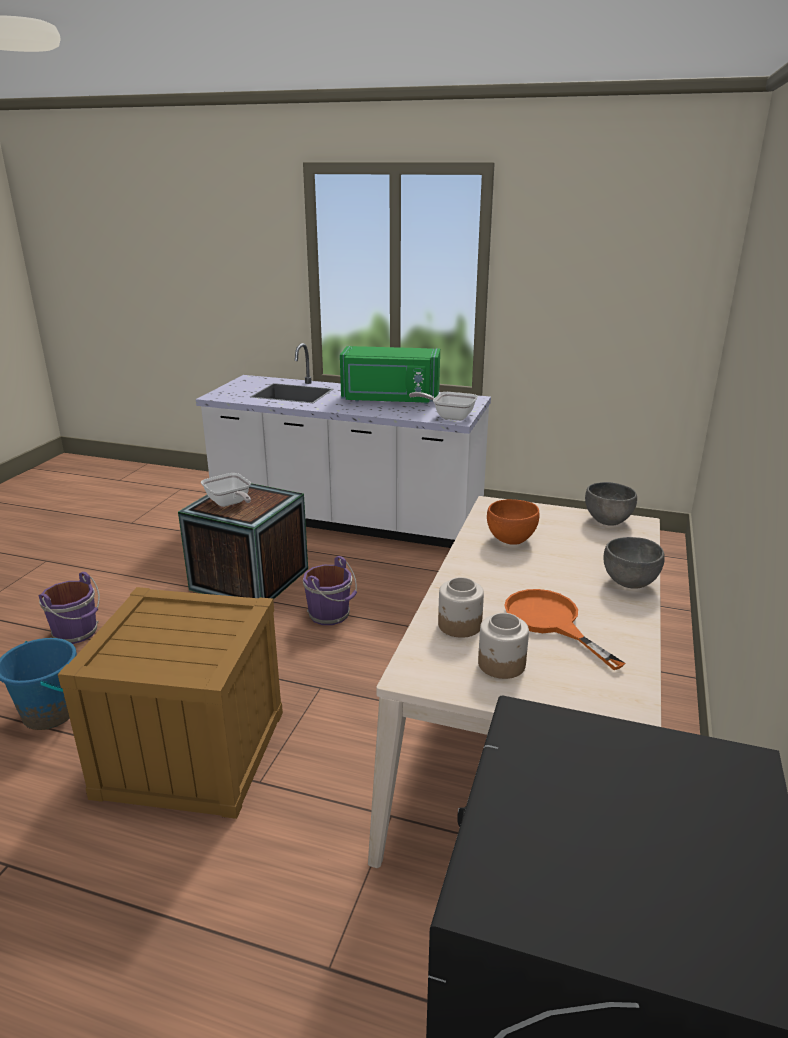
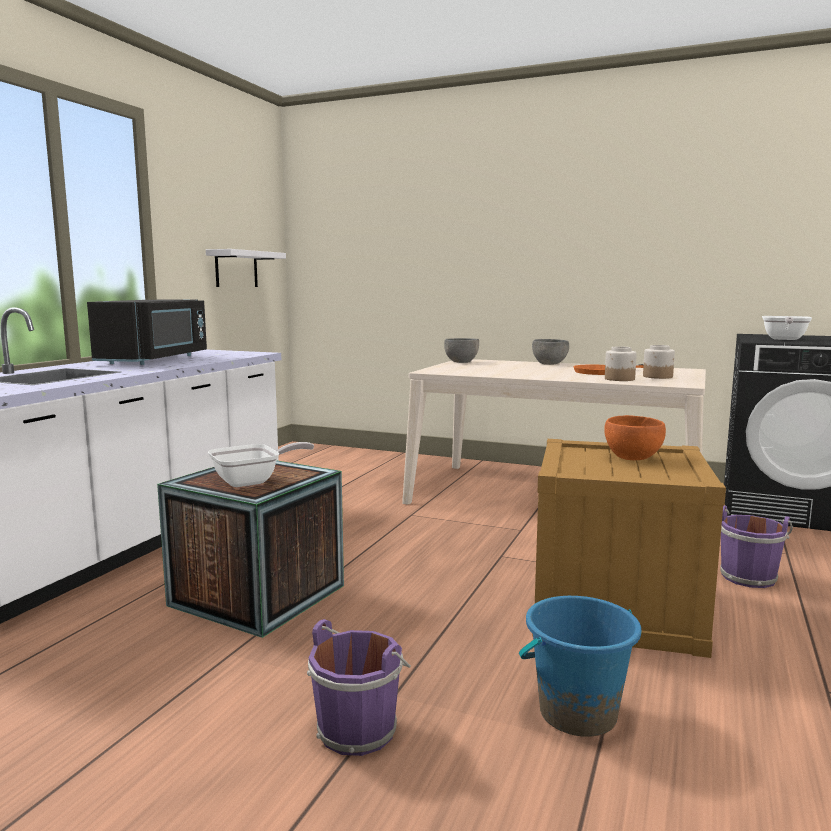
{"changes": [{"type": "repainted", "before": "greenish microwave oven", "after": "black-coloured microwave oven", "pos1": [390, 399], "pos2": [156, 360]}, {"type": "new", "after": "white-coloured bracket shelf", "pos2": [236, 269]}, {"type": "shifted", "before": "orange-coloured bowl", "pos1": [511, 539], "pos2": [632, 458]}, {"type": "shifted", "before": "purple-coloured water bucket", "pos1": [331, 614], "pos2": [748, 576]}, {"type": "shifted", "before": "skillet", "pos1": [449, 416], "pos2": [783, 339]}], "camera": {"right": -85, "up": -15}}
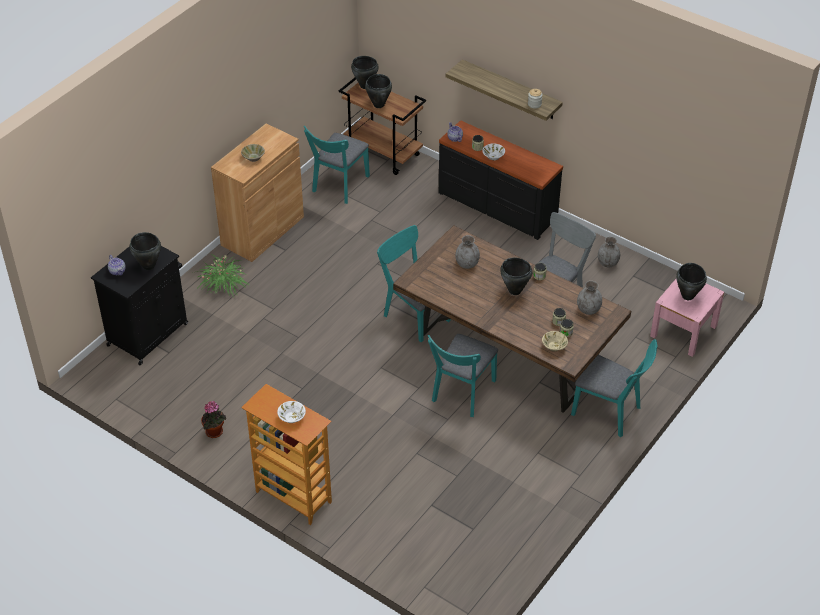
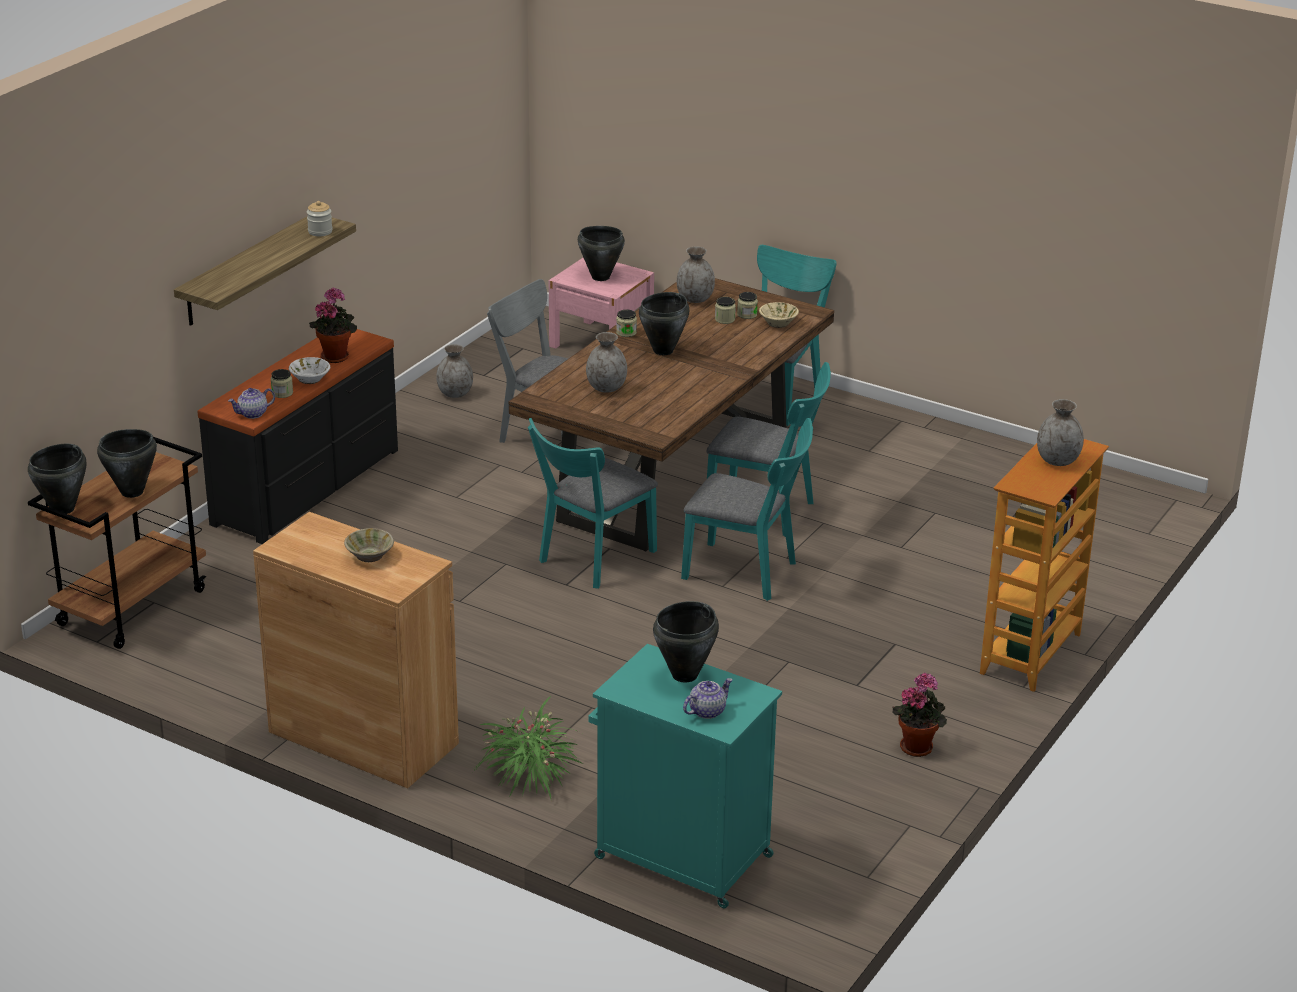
{"changes": [{"type": "new", "after": "potted plant", "pos2": [336, 356]}, {"type": "repainted", "before": "black-coloured storage cabinet", "after": "blue-green storage cabinet", "pos1": [149, 333], "pos2": [680, 856]}, {"type": "shifted", "before": "blue-green plain chair", "pos1": [338, 186], "pos2": [747, 572]}, {"type": "swapped", "before": "white-coloured bowl", "after": "gray vase", "pos1": [292, 417], "pos2": [1058, 460]}], "camera": {"right": -95, "up": -15}}
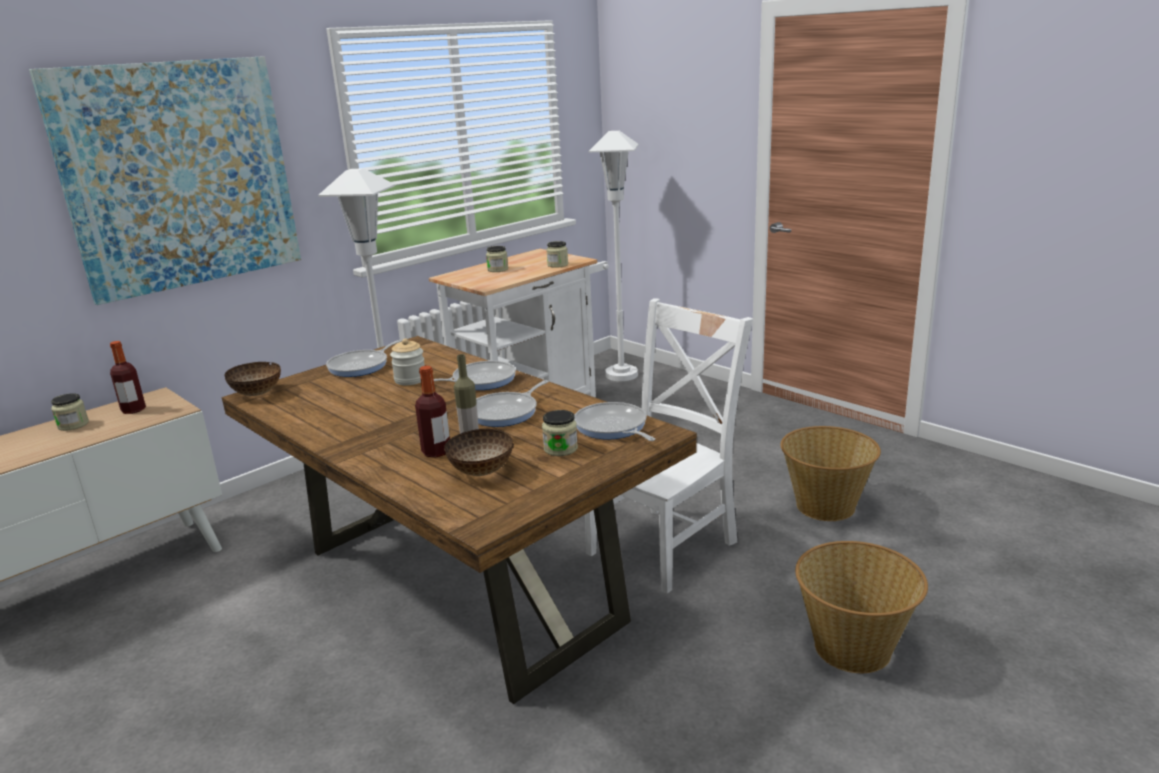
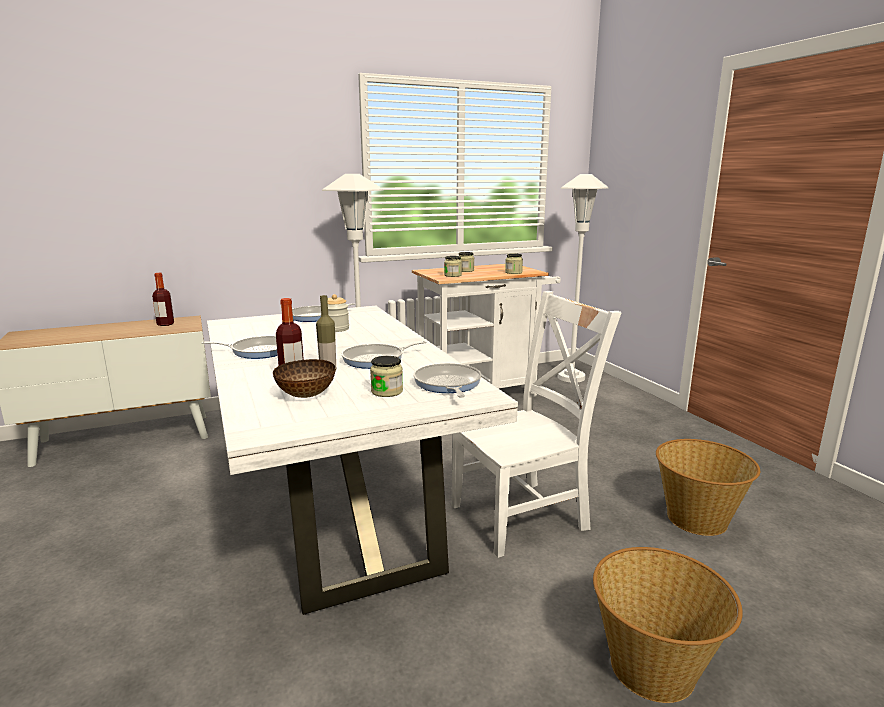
{"changes": [{"type": "shifted", "before": "skillet", "pos1": [480, 380], "pos2": [258, 351]}, {"type": "repainted", "before": "brownish kitchen table", "after": "white-coloured kitchen table", "pos1": [463, 586], "pos2": [339, 505]}, {"type": "shifted", "before": "jar", "pos1": [73, 425], "pos2": [453, 275]}, {"type": "gone", "before": "wall art", "pos1": [180, 176]}, {"type": "gone", "before": "bowl", "pos1": [257, 394]}], "camera": {"right": 20, "up": -5}}
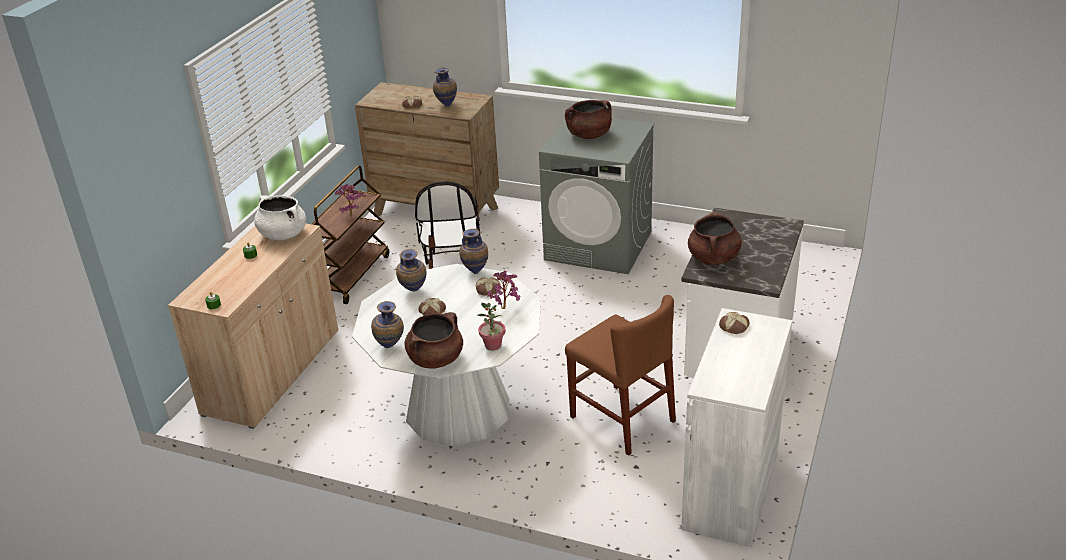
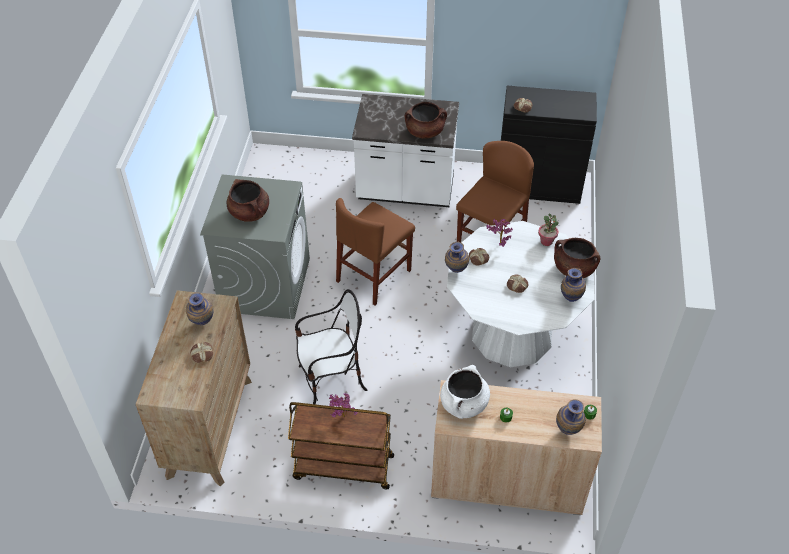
{"changes": [{"type": "new", "after": "brownish plain chair", "pos2": [374, 275]}, {"type": "repainted", "before": "white-coloured storage cabinet", "after": "black-coloured storage cabinet", "pos1": [731, 489], "pos2": [538, 185]}, {"type": "shifted", "before": "vase", "pos1": [413, 292], "pos2": [568, 431]}], "camera": {"right": -105, "up": 15}}
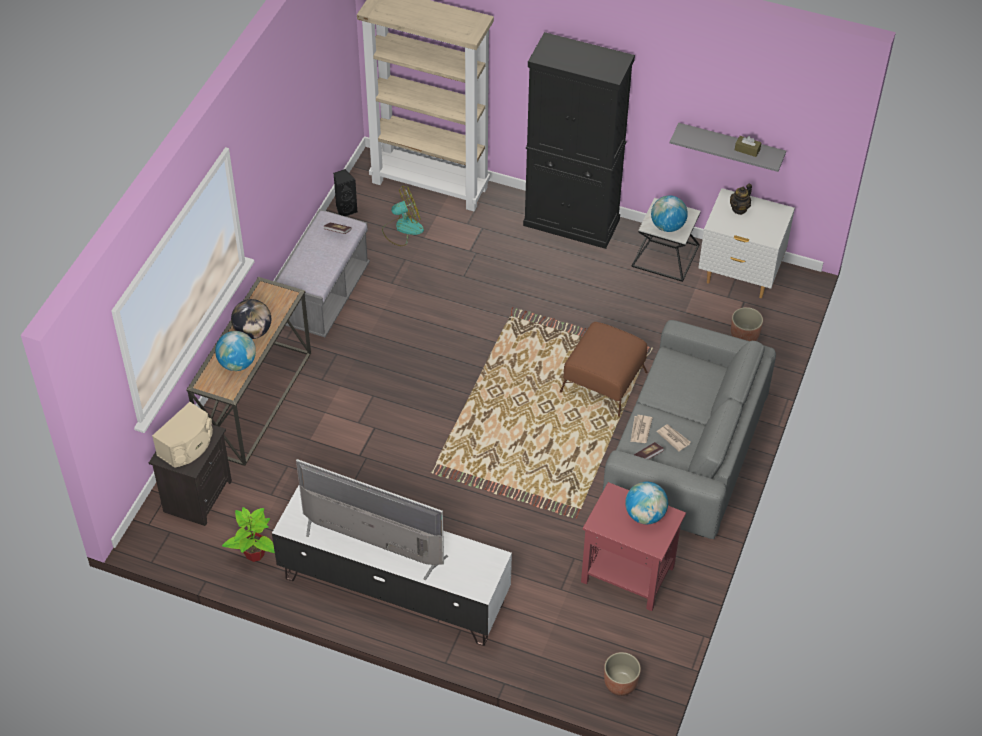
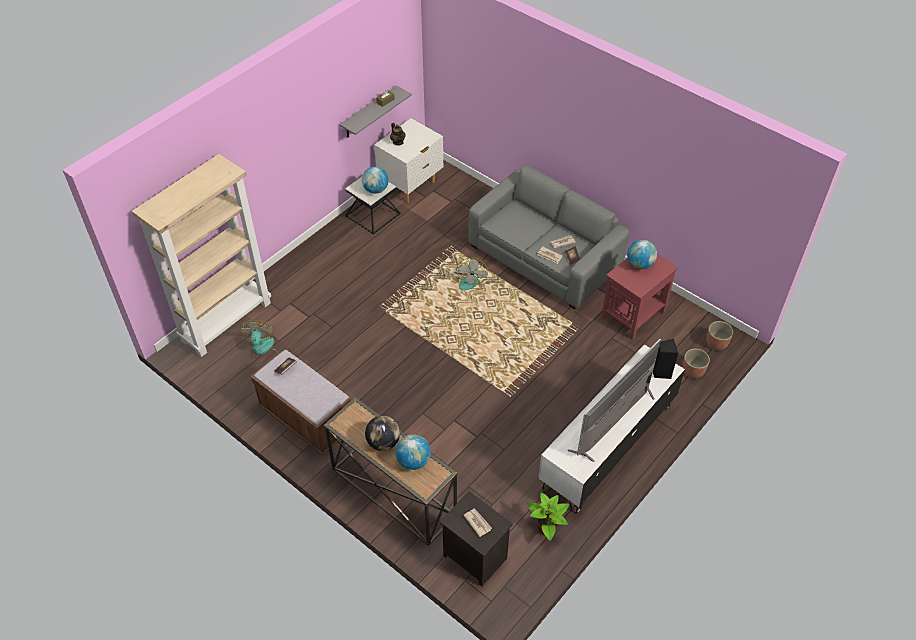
{"changes": [{"type": "repainted", "before": "gray indoor bench", "after": "brownish indoor bench", "pos1": [324, 297], "pos2": [306, 419]}, {"type": "swapped", "before": "brownish footrest", "after": "cooling fan", "pos1": [603, 382], "pos2": [469, 279]}, {"type": "swapped", "before": "beige-coloured speaker", "after": "daily paper", "pos1": [187, 446], "pos2": [477, 522]}, {"type": "shifted", "before": "black-coloured speaker", "pos1": [345, 210], "pos2": [661, 372]}, {"type": "shifted", "before": "plant pot", "pos1": [744, 336], "pos2": [693, 371]}, {"type": "gone", "before": "black-coloured storage cabinet", "pos1": [571, 222]}], "camera": {"right": -70, "up": 0}}
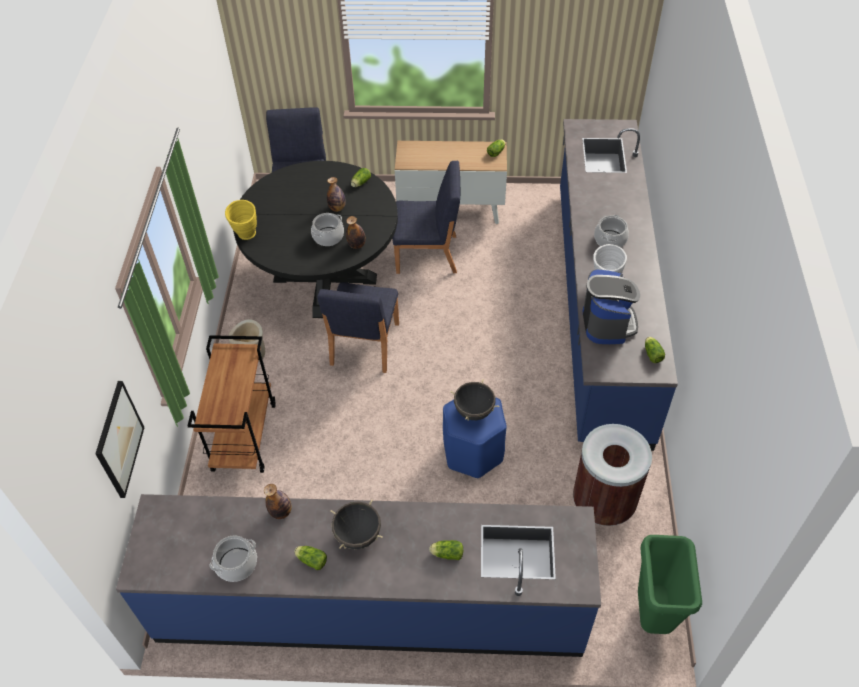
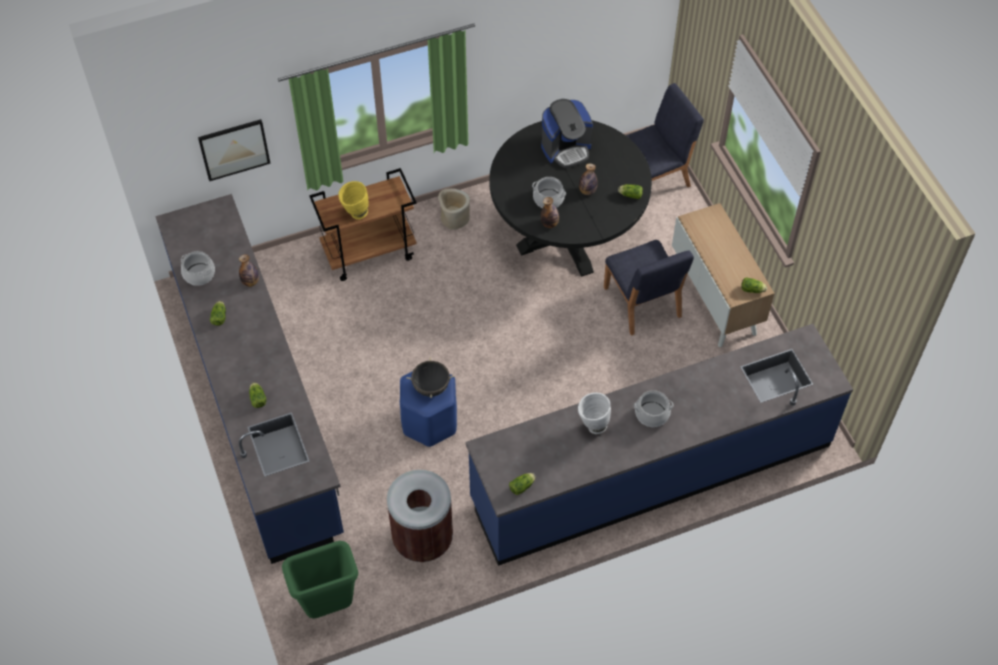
{"changes": [{"type": "shifted", "before": "yellow vase", "pos1": [246, 236], "pos2": [355, 214]}, {"type": "shifted", "before": "coffee maker", "pos1": [607, 323], "pos2": [566, 149]}, {"type": "gone", "before": "blue plain chair", "pos1": [364, 344]}, {"type": "gone", "before": "black-coloured saucepot", "pos1": [358, 535]}], "camera": {"right": 65, "up": 5}}
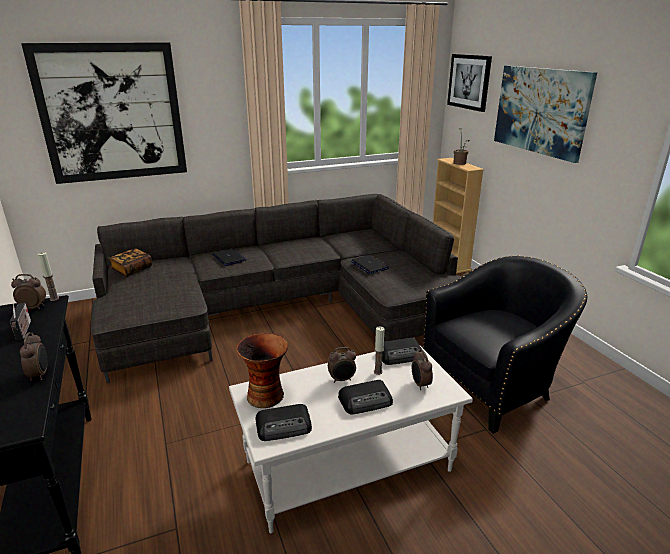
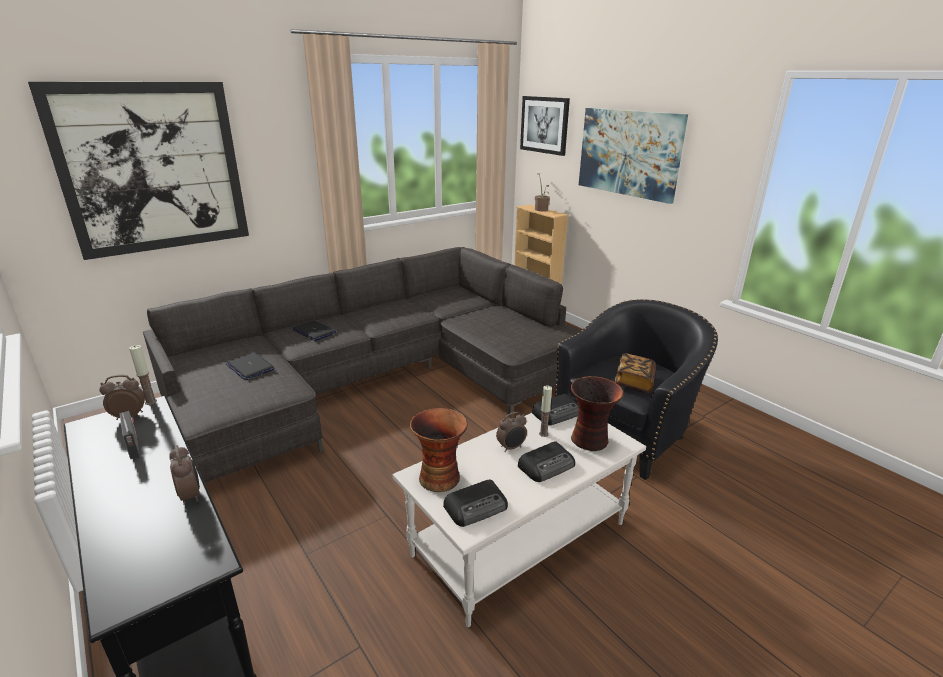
{"changes": [{"type": "shifted", "before": "portable computer", "pos1": [369, 265], "pos2": [250, 367]}, {"type": "swapped", "before": "bedside clock", "after": "vase", "pos1": [420, 384], "pos2": [591, 440]}, {"type": "shifted", "before": "bound book", "pos1": [132, 269], "pos2": [634, 382]}], "camera": {"right": -15, "up": 0}}
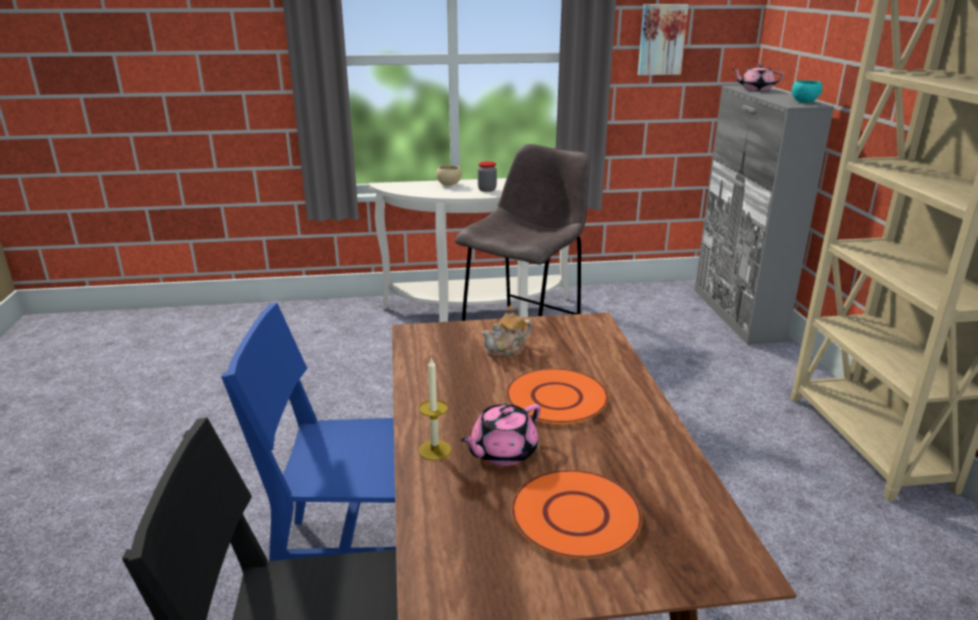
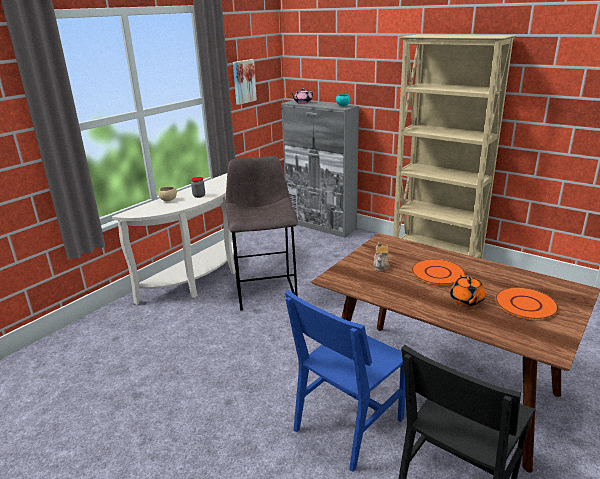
{"changes": [{"type": "repainted", "before": "pink-coloured pot for tea", "after": "orange-coloured pot for tea", "pos1": [502, 452], "pos2": [466, 301]}, {"type": "gone", "before": "wax light", "pos1": [435, 450]}], "camera": {"right": -45, "up": 0}}
